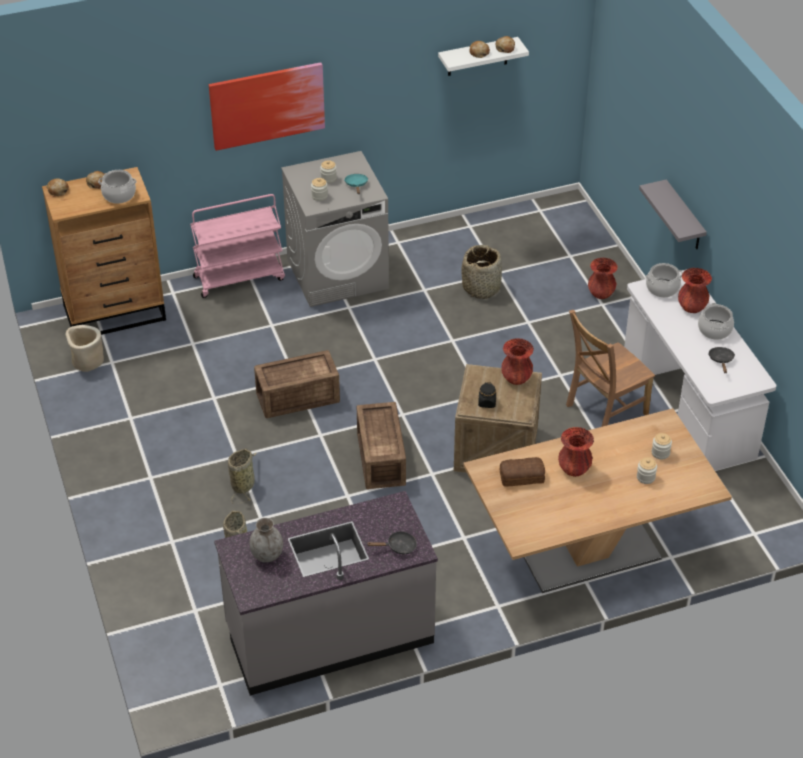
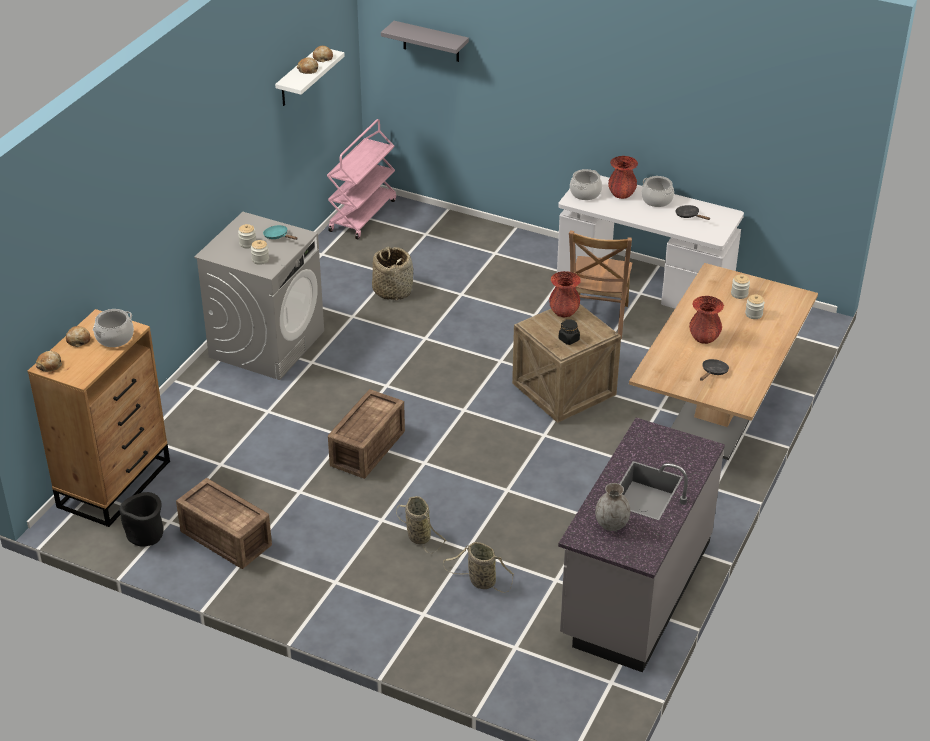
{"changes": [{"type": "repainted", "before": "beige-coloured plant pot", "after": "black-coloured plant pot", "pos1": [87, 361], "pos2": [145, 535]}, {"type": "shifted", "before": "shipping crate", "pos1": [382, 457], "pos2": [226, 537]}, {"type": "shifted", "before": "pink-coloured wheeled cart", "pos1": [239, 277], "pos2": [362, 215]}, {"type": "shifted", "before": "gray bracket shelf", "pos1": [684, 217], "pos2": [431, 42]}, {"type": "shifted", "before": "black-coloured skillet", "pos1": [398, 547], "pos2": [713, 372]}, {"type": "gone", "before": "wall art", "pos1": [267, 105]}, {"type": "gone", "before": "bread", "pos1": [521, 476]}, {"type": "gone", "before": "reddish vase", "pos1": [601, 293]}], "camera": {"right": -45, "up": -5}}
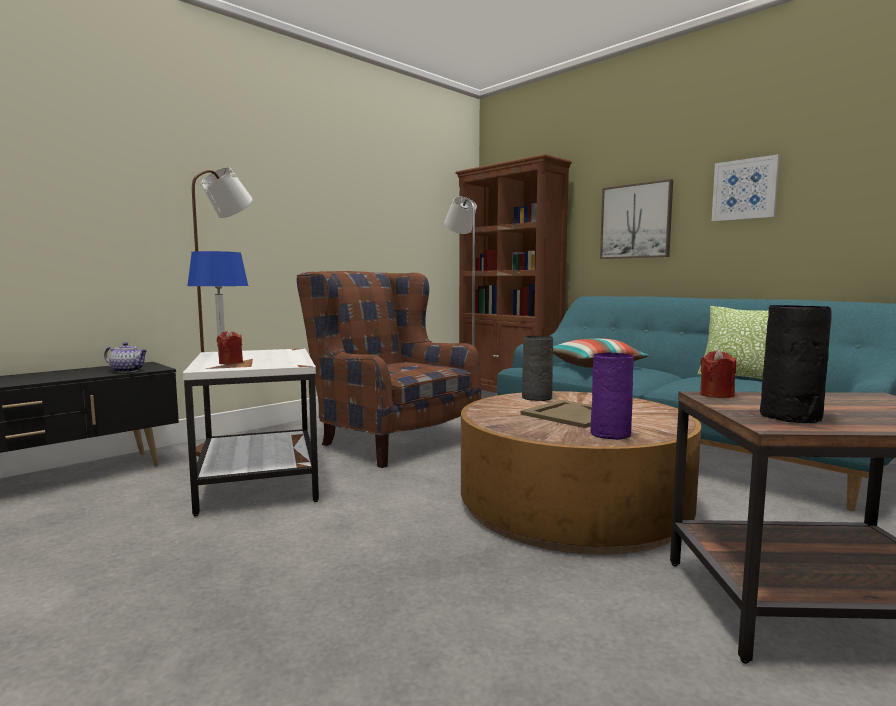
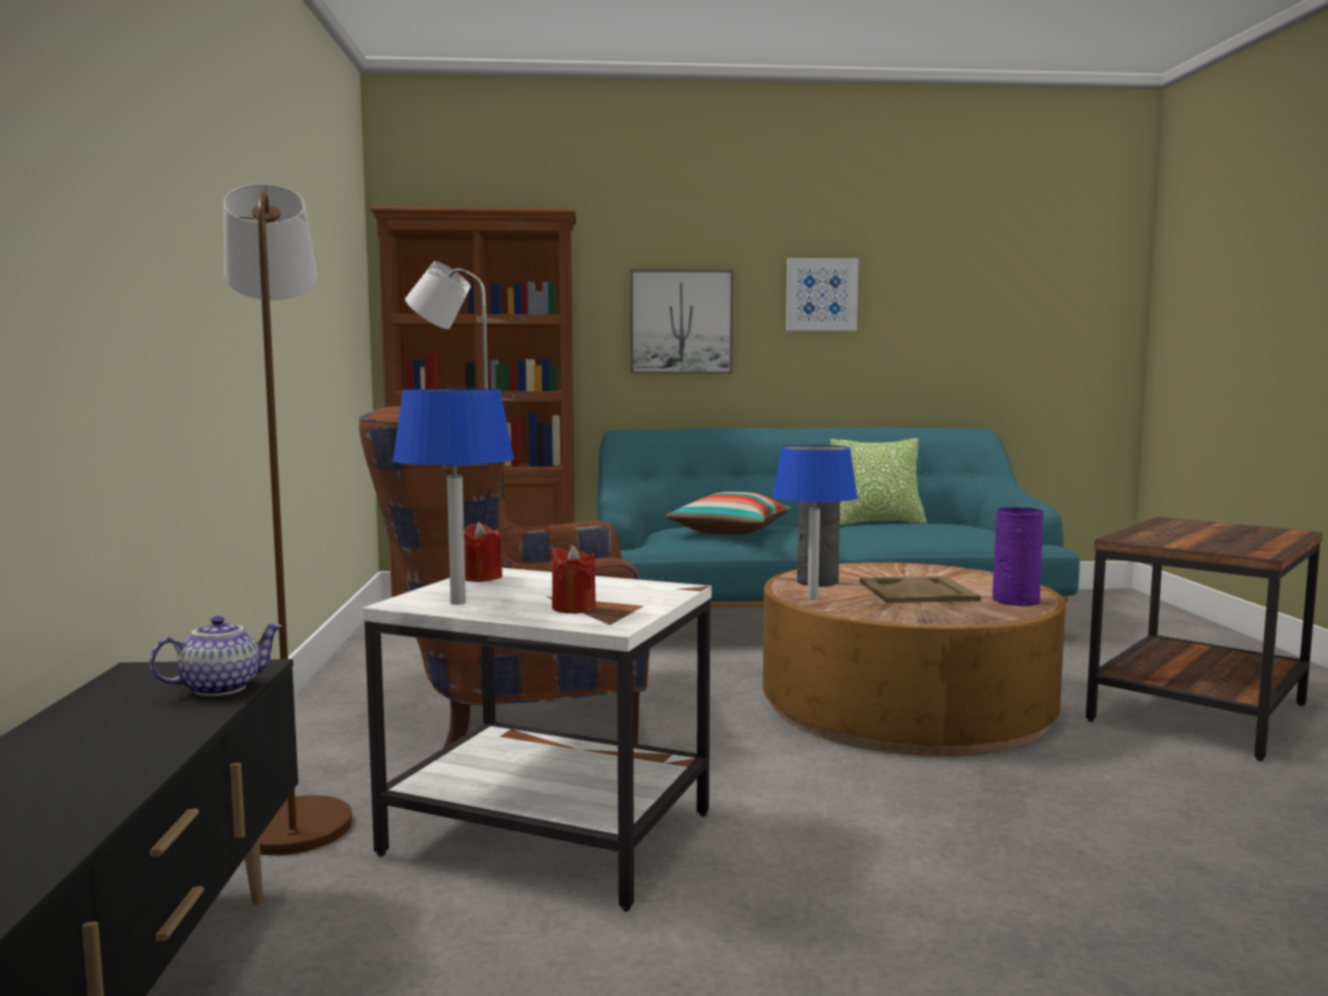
{"changes": [{"type": "shifted", "before": "reddish wax light", "pos1": [716, 395], "pos2": [481, 578]}, {"type": "new", "after": "blue table lamp", "pos2": [812, 598]}, {"type": "gone", "before": "black-coloured vase", "pos1": [790, 417]}], "camera": {"right": -50, "up": 0}}
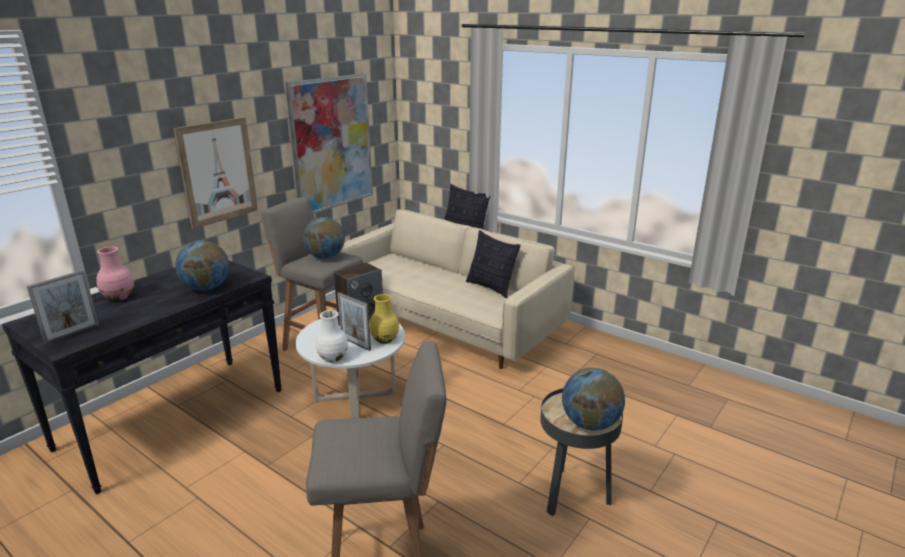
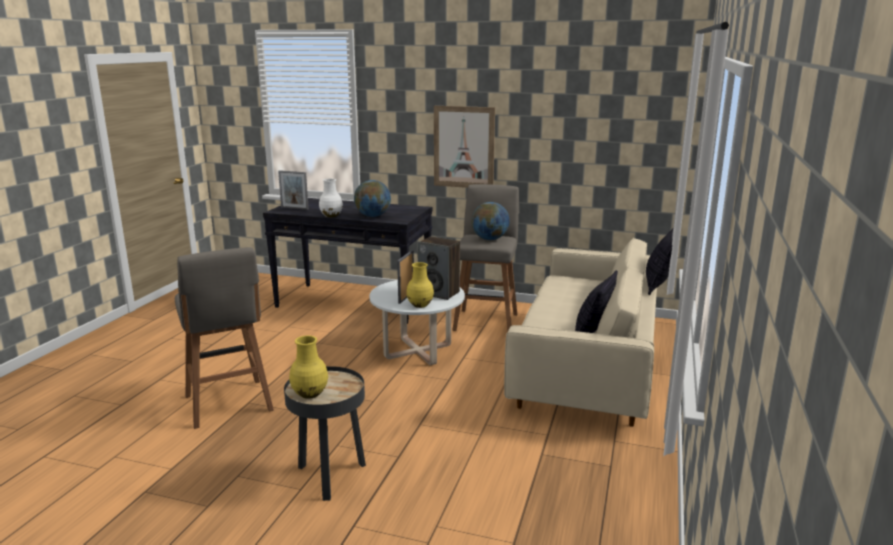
{"changes": [{"type": "swapped", "before": "world globe", "after": "yellow vase", "pos1": [590, 424], "pos2": [309, 394]}, {"type": "shifted", "before": "white-coloured vase", "pos1": [332, 358], "pos2": [331, 215]}, {"type": "gone", "before": "pink-coloured vase", "pos1": [118, 297]}, {"type": "gone", "before": "wall art", "pos1": [332, 143]}], "camera": {"right": 70, "up": -5}}
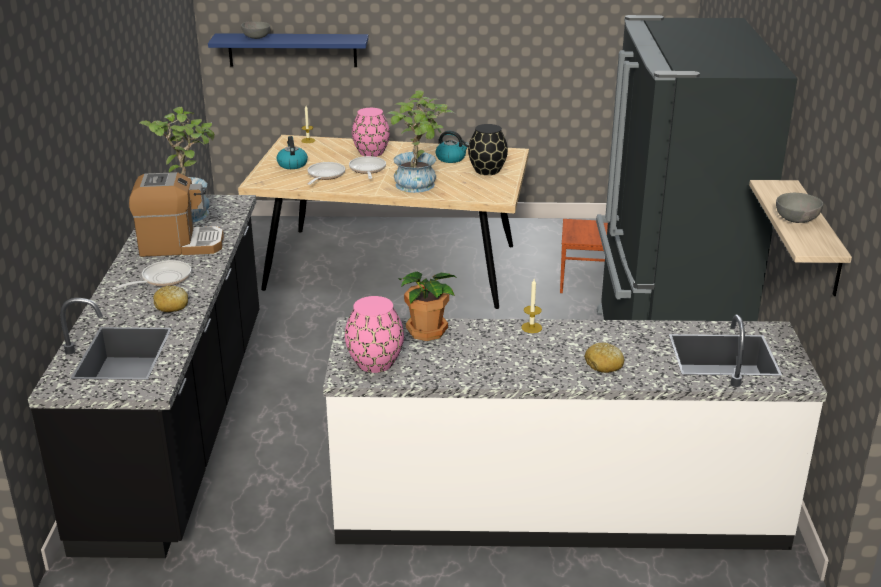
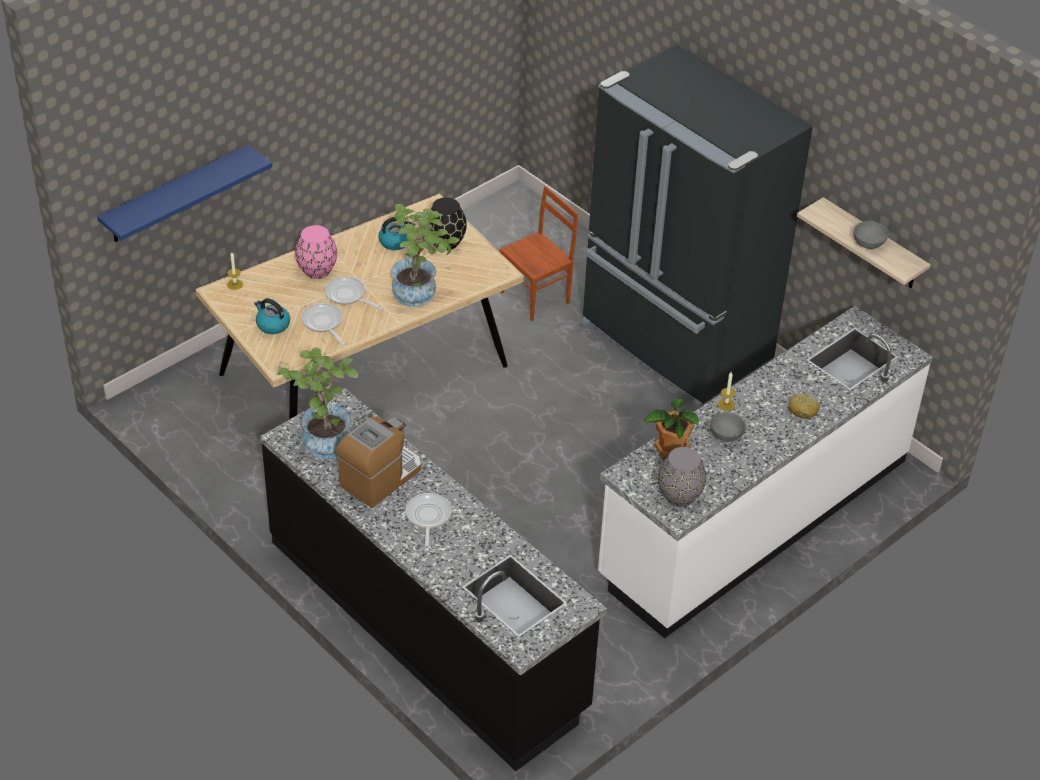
{"changes": [{"type": "repainted", "before": "pink-coloured vase", "after": "gray vase", "pos1": [376, 363], "pos2": [680, 496]}, {"type": "shifted", "before": "gray bowl", "pos1": [256, 38], "pos2": [725, 435]}, {"type": "gone", "before": "bread", "pos1": [171, 306]}], "camera": {"right": -45, "up": 15}}
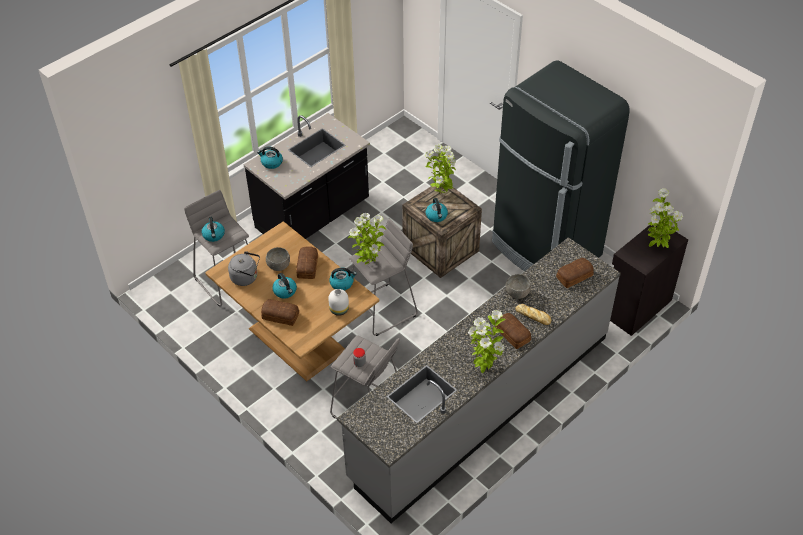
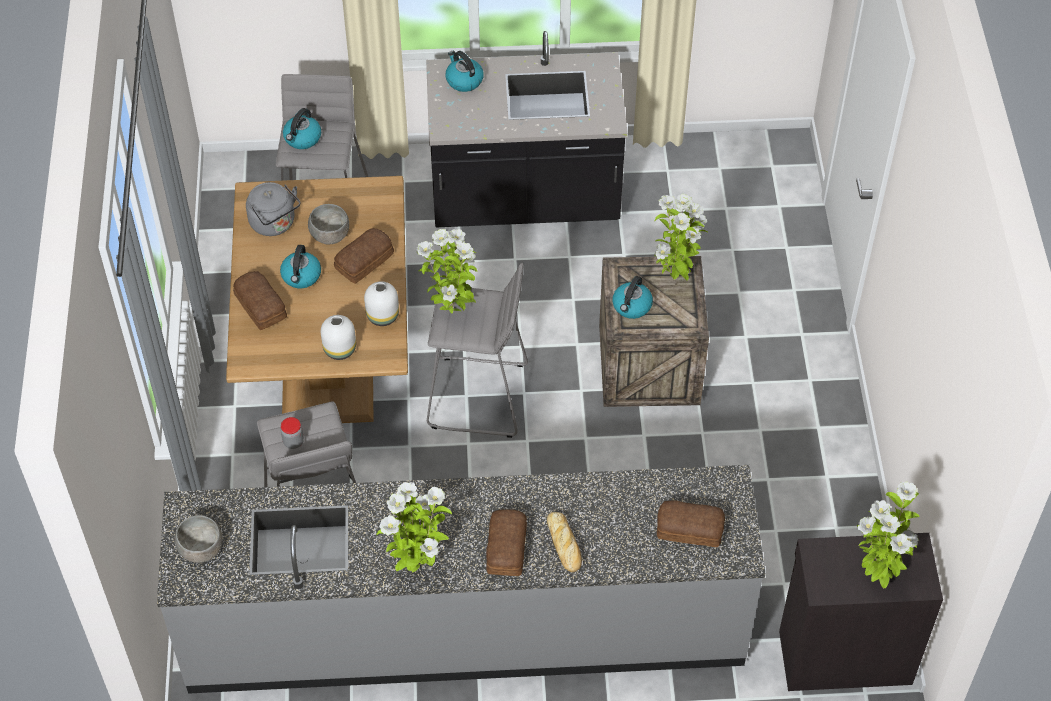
{"changes": [{"type": "shifted", "before": "gray bowl", "pos1": [517, 294], "pos2": [201, 550]}, {"type": "swapped", "before": "water kettle", "after": "white-coloured vase", "pos1": [342, 283], "pos2": [382, 315]}, {"type": "gone", "before": "black-coloured fridge", "pos1": [545, 250]}], "camera": {"right": 40, "up": 5}}
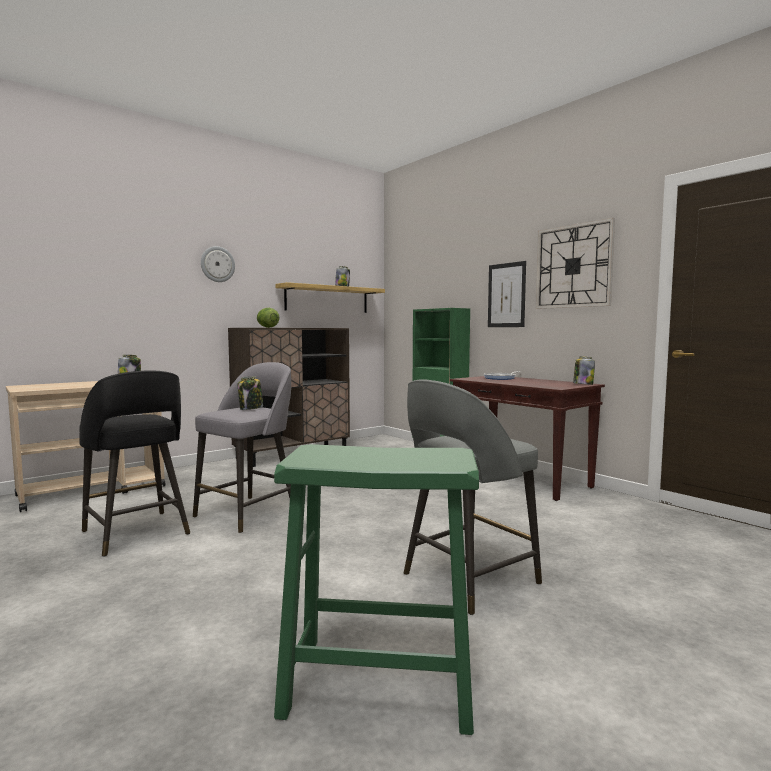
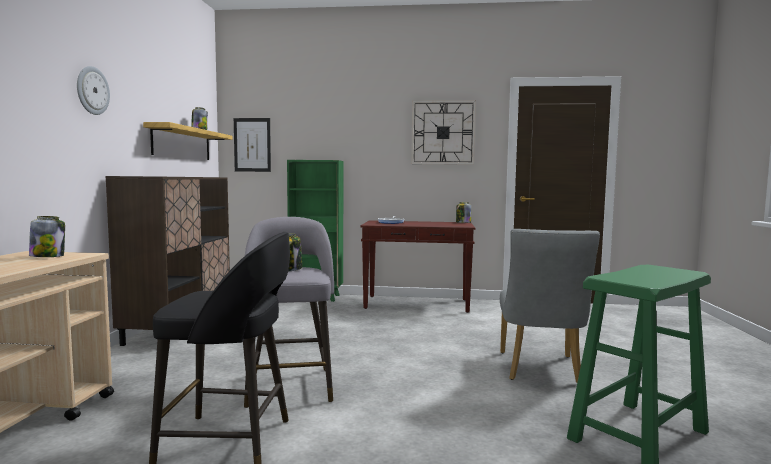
{"changes": [{"type": "shifted", "before": "wall art", "pos1": [506, 295], "pos2": [252, 145]}, {"type": "swapped", "before": "gray stool", "after": "gray plain chair", "pos1": [467, 579], "pos2": [540, 370]}, {"type": "gone", "before": "lettuce head", "pos1": [267, 327]}], "camera": {"right": -45, "up": 0}}
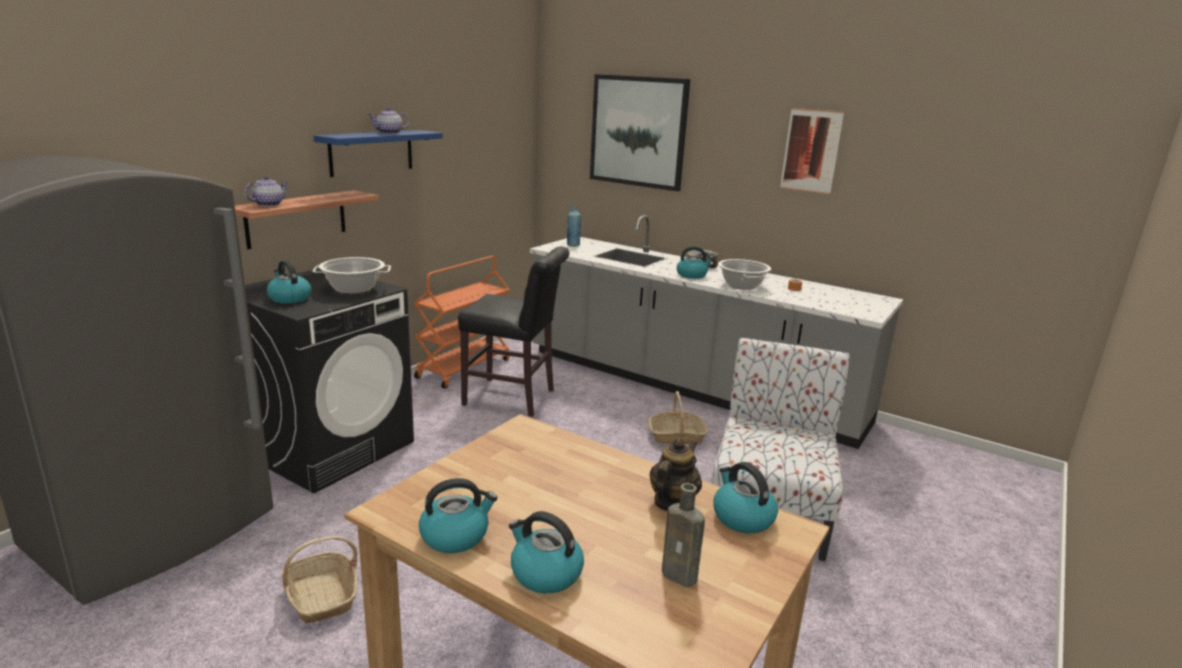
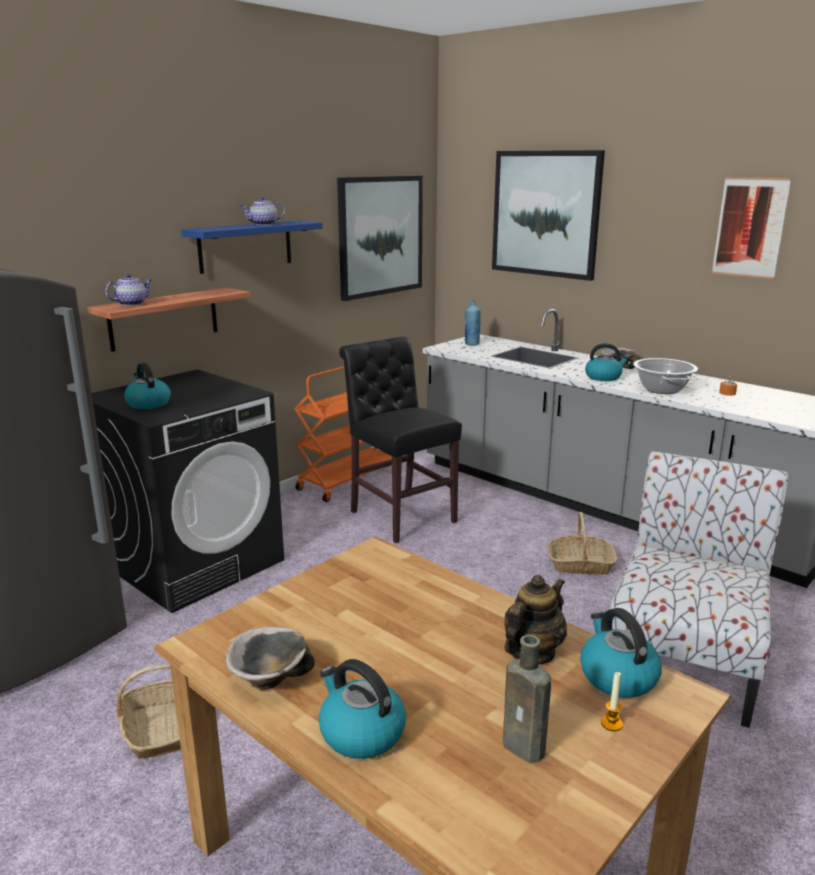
{"changes": [{"type": "swapped", "before": "water kettle", "after": "bowl", "pos1": [455, 535], "pos2": [268, 679]}, {"type": "new", "after": "wall art", "pos2": [380, 236]}, {"type": "rotated", "before": "black-coloured plain chair", "pos1": [514, 398], "pos2": [399, 515], "turn": -150}, {"type": "new", "after": "wax light", "pos2": [611, 724]}, {"type": "gone", "before": "saucepot", "pos1": [353, 289]}], "camera": {"right": 10, "up": 0}}
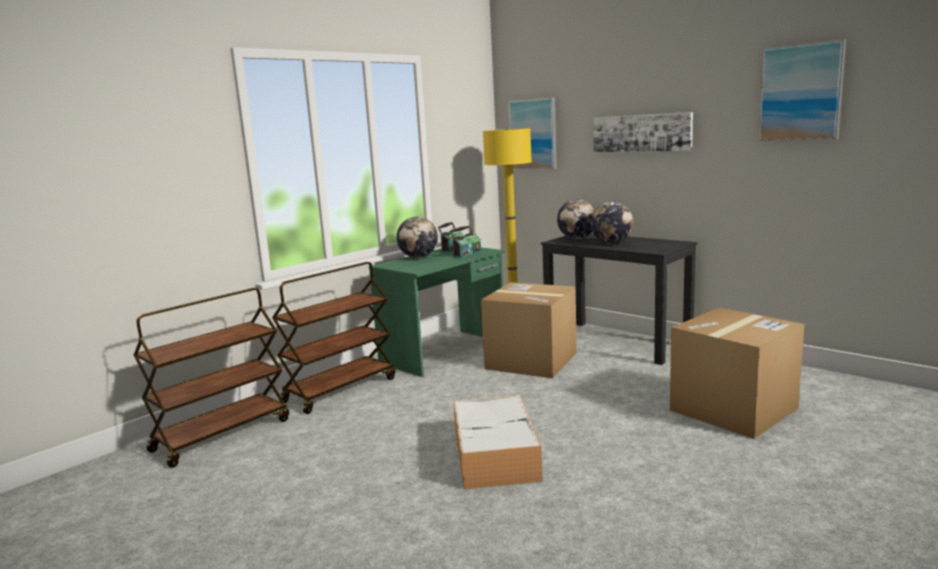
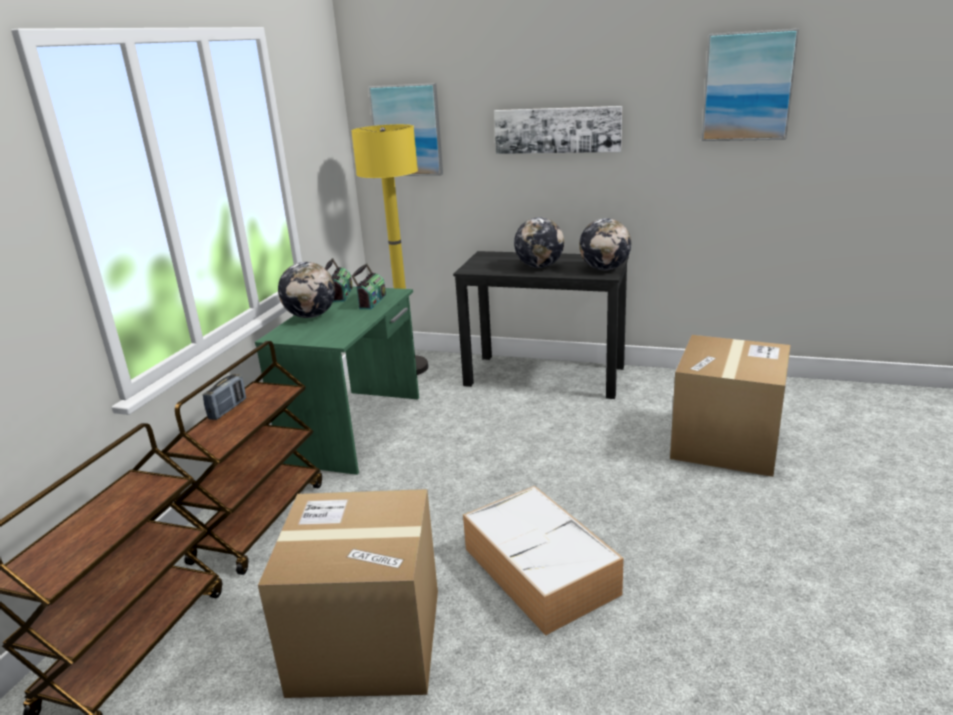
{"changes": [{"type": "new", "after": "radio receiver", "pos2": [228, 409]}, {"type": "shifted", "before": "packing box", "pos1": [531, 361], "pos2": [367, 640]}, {"type": "shifted", "before": "world globe", "pos1": [577, 238], "pos2": [604, 269]}], "camera": {"right": -25, "up": 10}}
